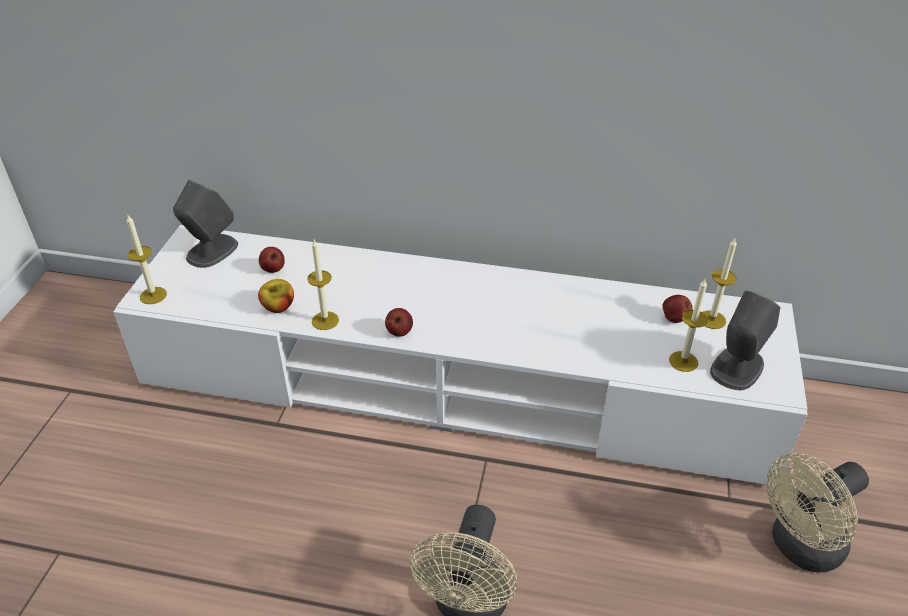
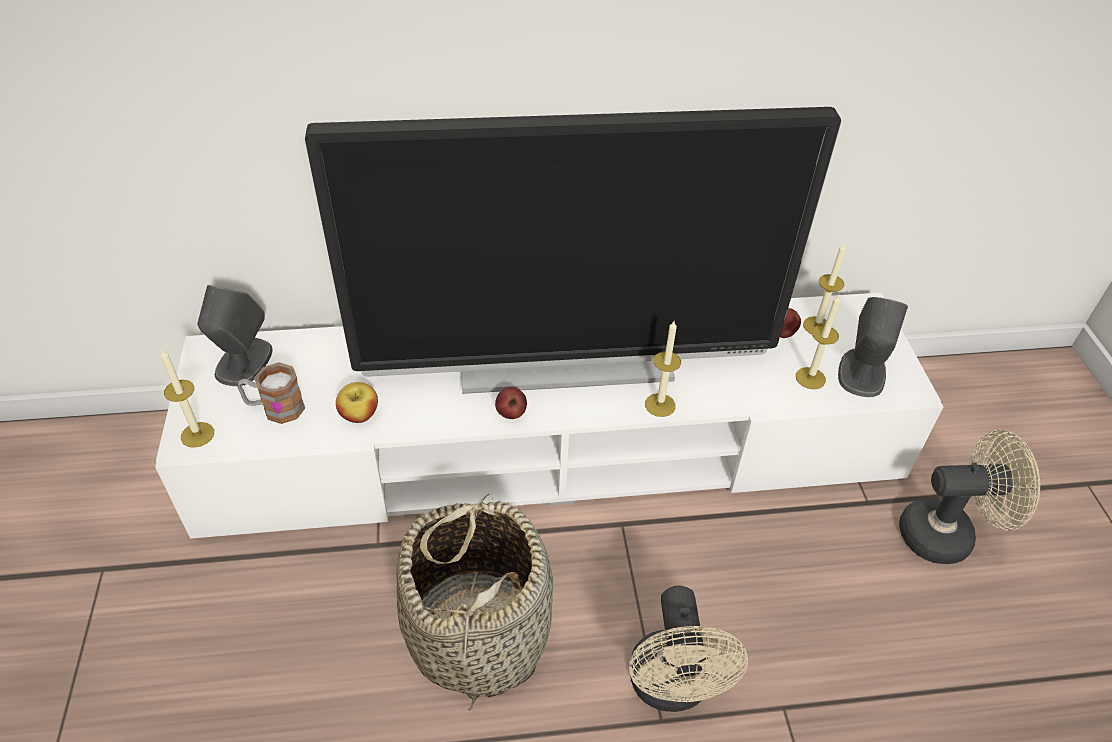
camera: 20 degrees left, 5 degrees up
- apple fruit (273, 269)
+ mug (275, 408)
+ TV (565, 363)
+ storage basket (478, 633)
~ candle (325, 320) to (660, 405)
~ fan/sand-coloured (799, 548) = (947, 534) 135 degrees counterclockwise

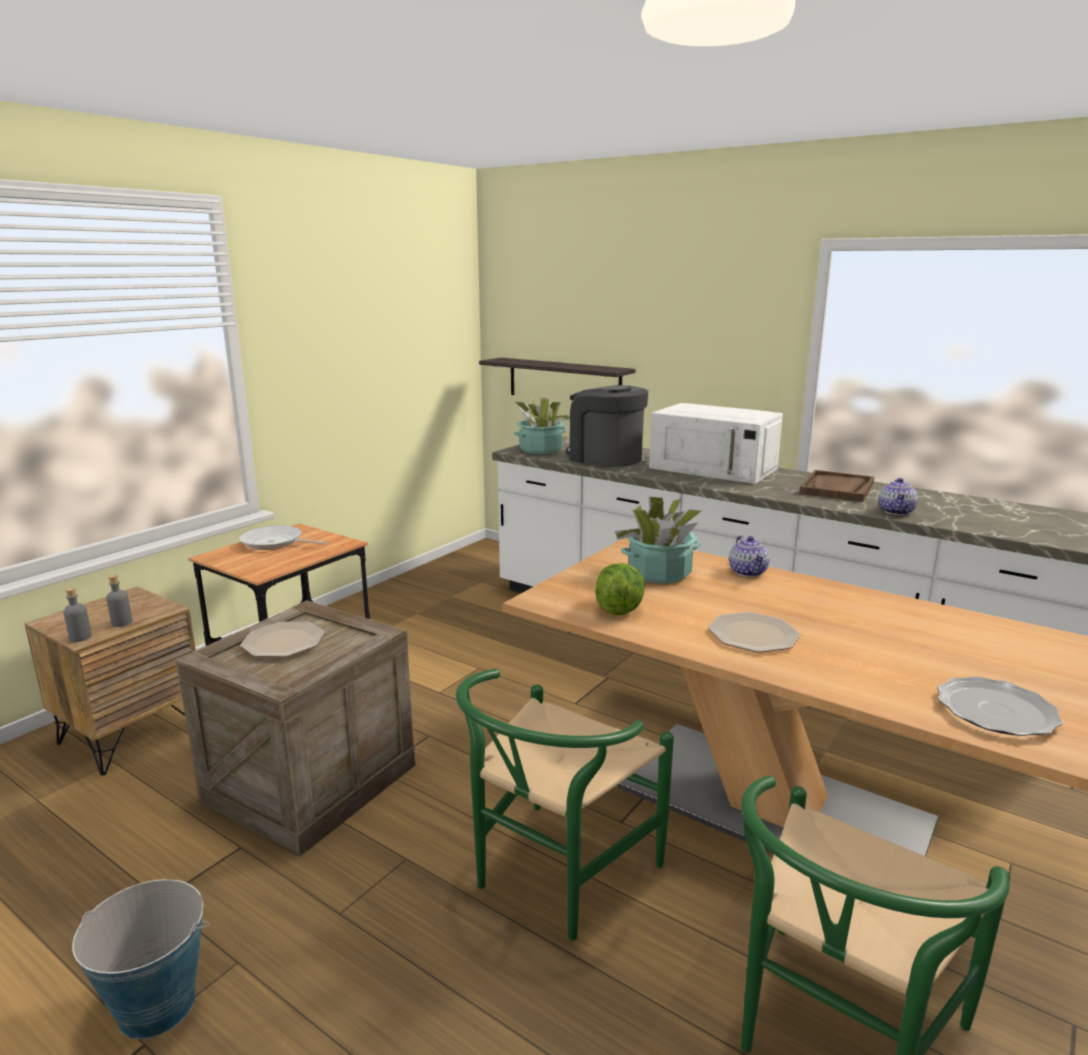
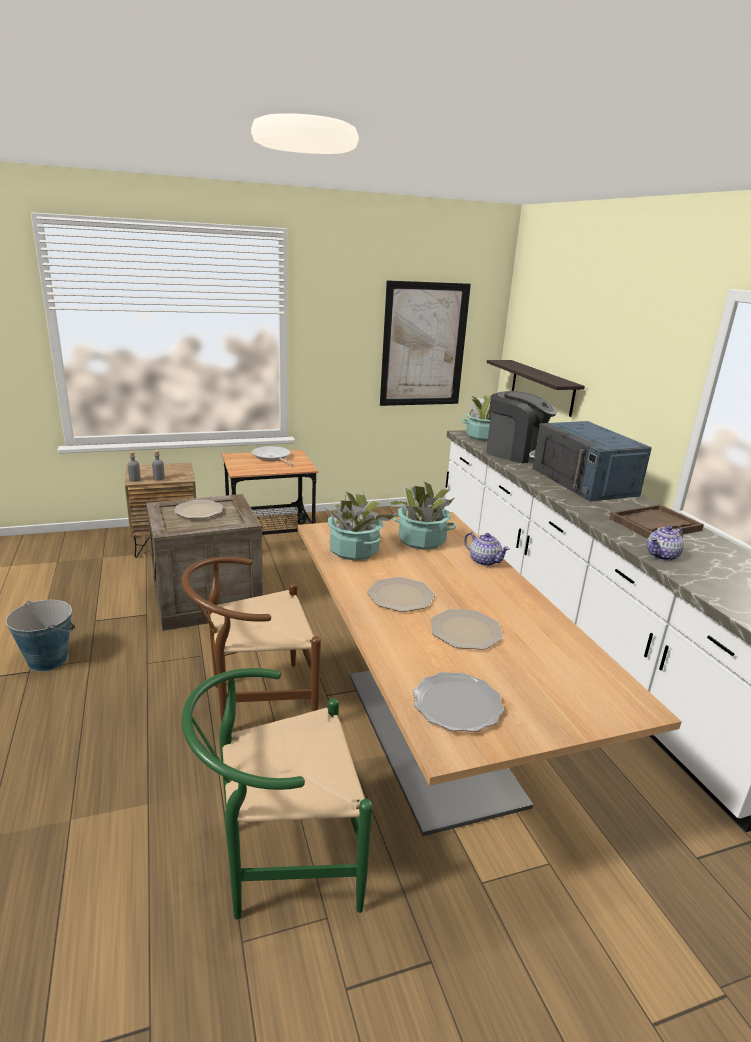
camera: 35 degrees right, 5 degrees up
+ wall picture (424, 345)
+ flat dish (466, 631)
~ head of lettuce (619, 608) to plant in a pot (353, 550)
~ plain chair/green (554, 878) to plain chair/brown (253, 702)
~ microwave/whitish (714, 468) to microwave/blue-coloured (584, 482)
~ coffee machine (605, 458) = (516, 453) 135 degrees clockwise
~ tea pot (748, 572) = (484, 561) 75 degrees counterclockwise

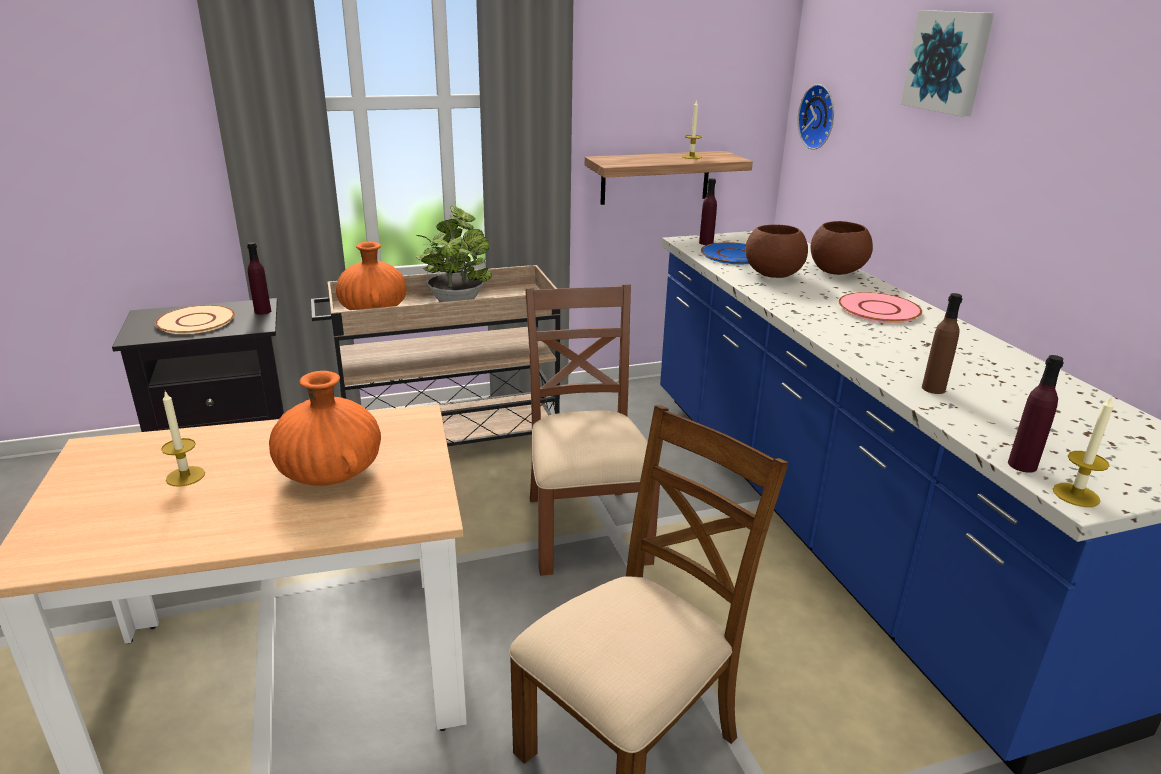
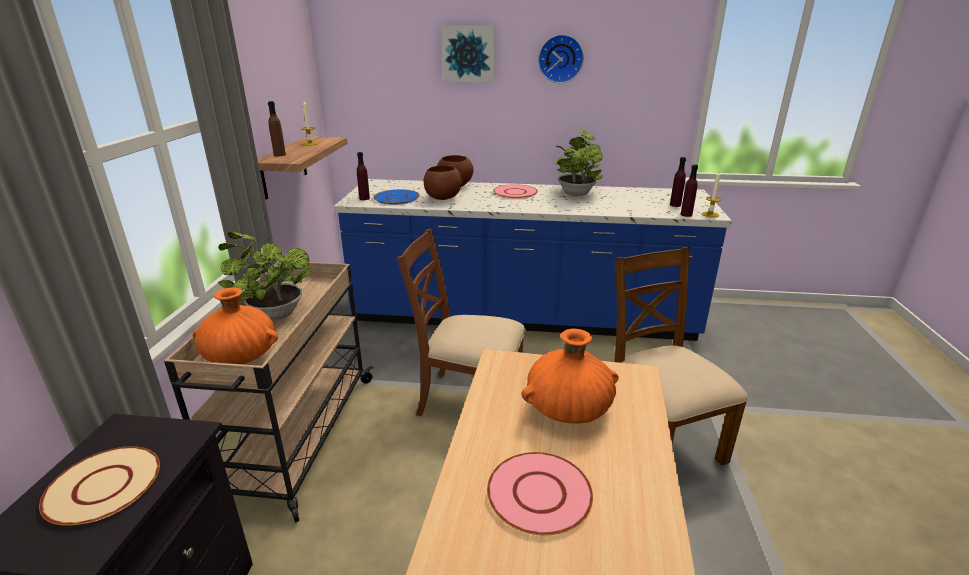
camera: 65 degrees left, 0 degrees up
+ plant in a pot (576, 193)
~ drink bottle/purple-coloured (263, 311) to (675, 205)
~ hanging clock (820, 117) to (560, 59)
~ drink bottle/brown (933, 388) to (279, 155)
~ candle (185, 476) to flat dish/pink (538, 494)

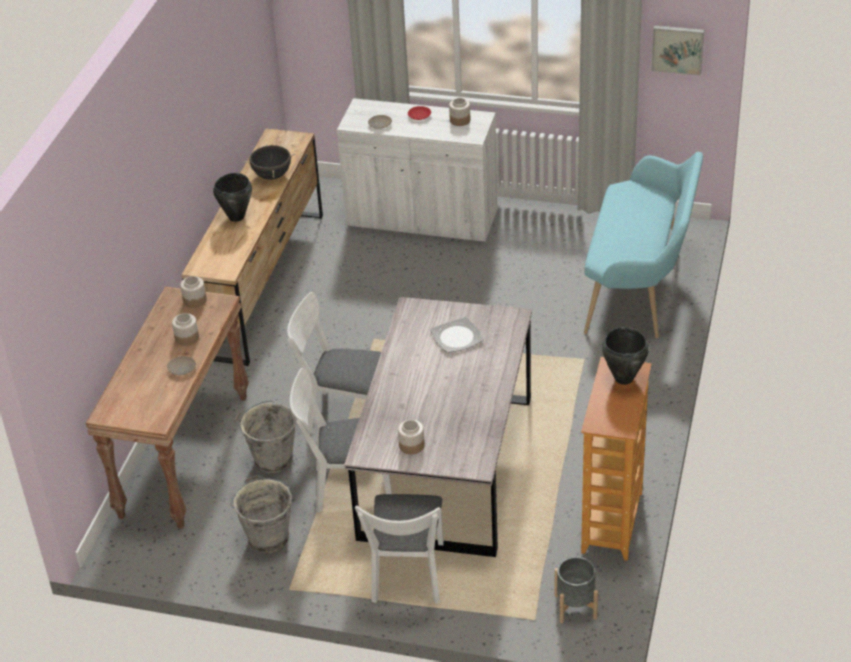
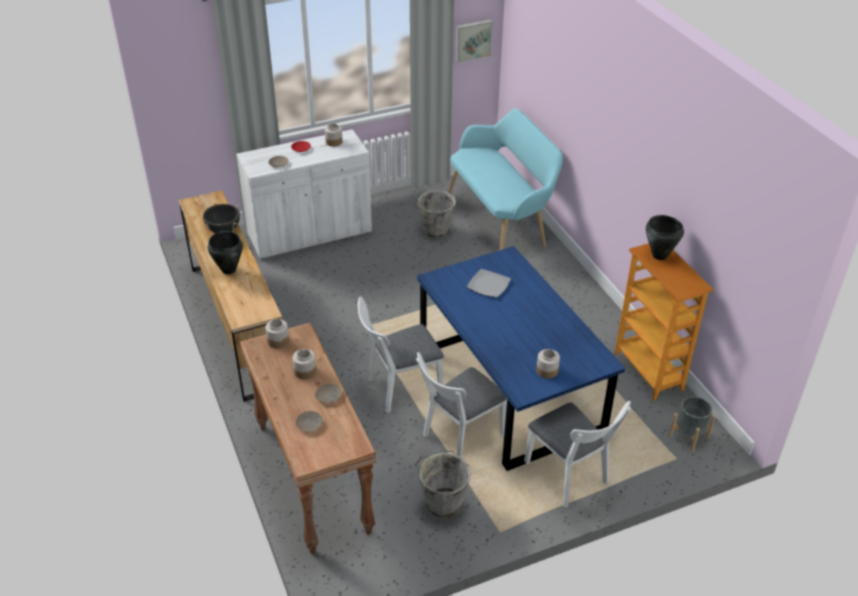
camera: 40 degrees left, 0 degrees up
+ flat dish/sand-coloured (309, 424)
~ pail/greyish (272, 459) to (435, 231)
~ dinner table/greyish (445, 466) to dinner table/blue-coloured (508, 389)

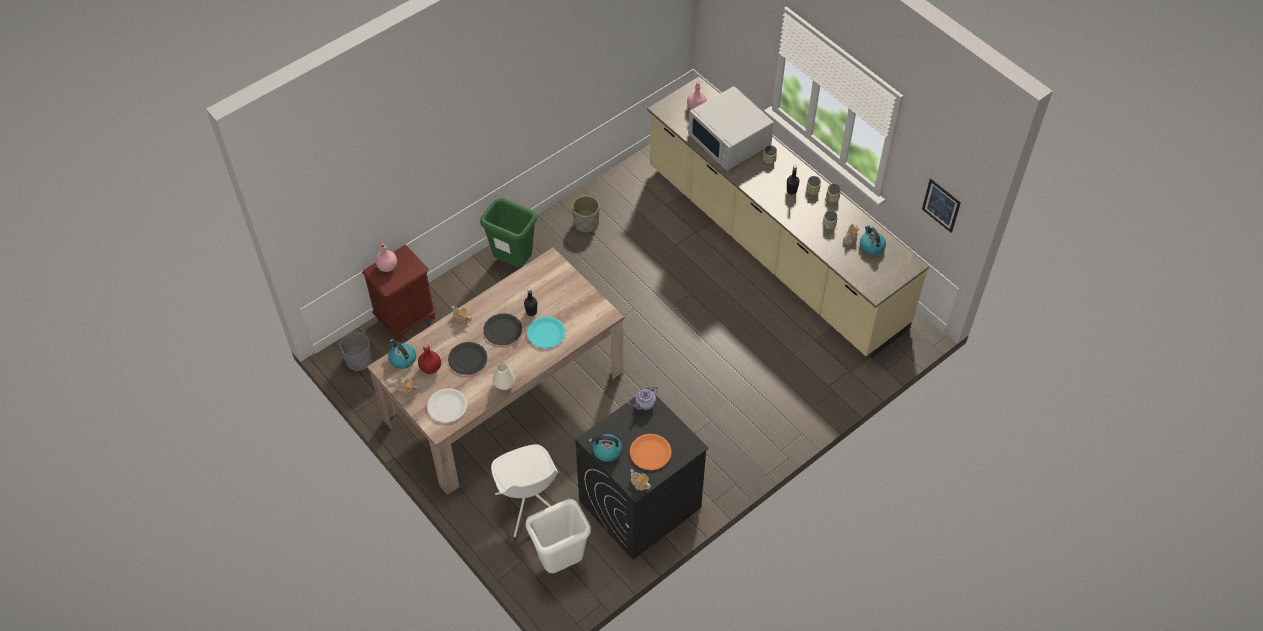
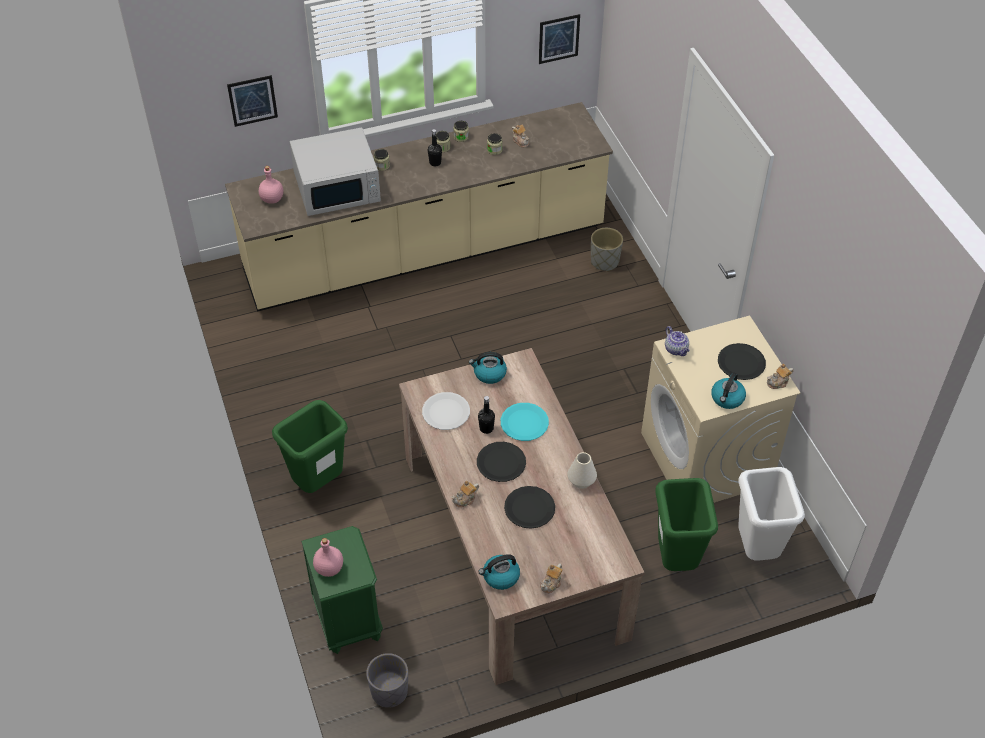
camera: 70 degrees left, 5 degrees down
- drink bottle/reddish (430, 368)
+ wall picture (252, 100)
~ flat dish/whitish (447, 406) to (446, 412)
~ flower pot/greyish (586, 224) to (605, 261)
~ kettle (871, 246) to (489, 374)
~ plain chair/whitish (529, 507) to rubbish bin/green (676, 561)
~ bedside table/brown (407, 318) to bedside table/green (348, 620)
~ laundry machine/blackish (639, 505) to laundry machine/sand-coloured (706, 459)
~ flat dish/orange-coloured (650, 452) to flat dish/blackish (741, 362)

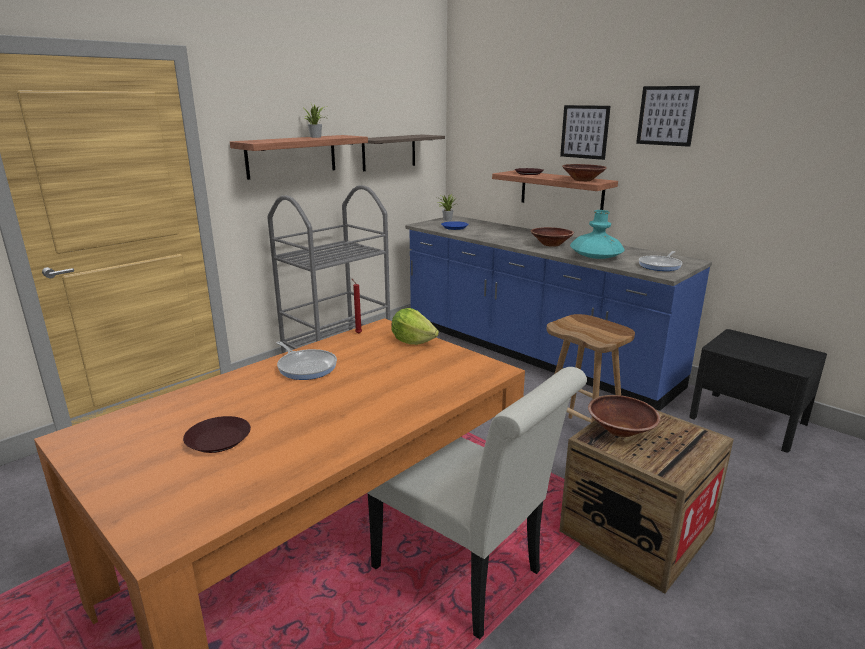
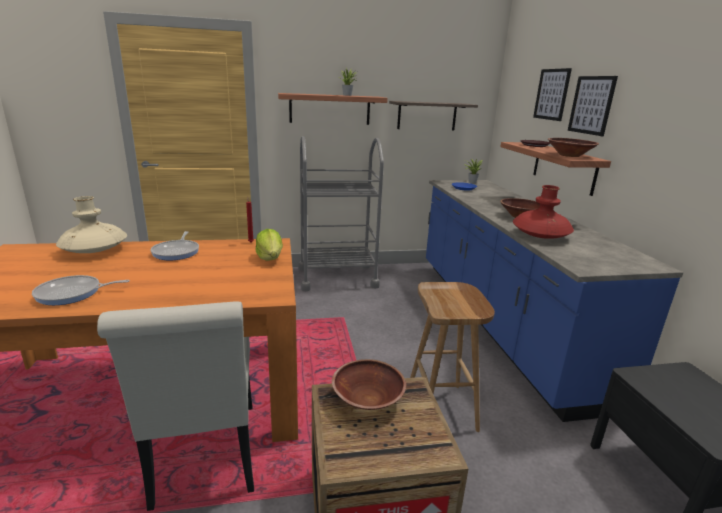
camera: 35 degrees right, 0 degrees up
- flat dish/brown (217, 440)
+ flower vase/sand-coloured (95, 250)
~ wall picture (667, 116) to (552, 94)
~ pan (660, 265) to (72, 293)
~ flower vase/turquoise-coloured (595, 257) to flower vase/reddish (540, 235)

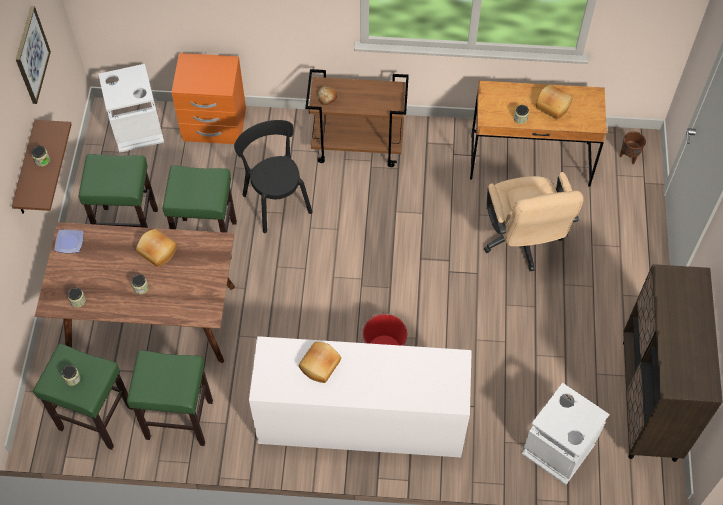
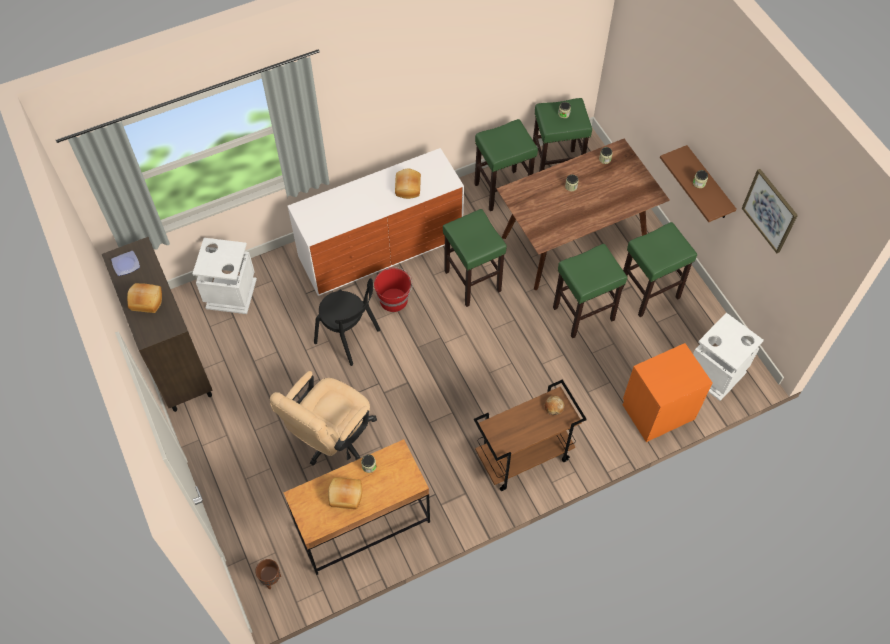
camera: 150 degrees right, 0 degrees up
+ sitting stool/green (472, 280)
~ flat dish (70, 243) to (125, 264)
~ bakery bread (157, 252) to (146, 300)
~ plain chair/blackish (276, 200) to (349, 338)
~ desk chair/sand-coloured (522, 242) = (331, 439) 105 degrees counterclockwise

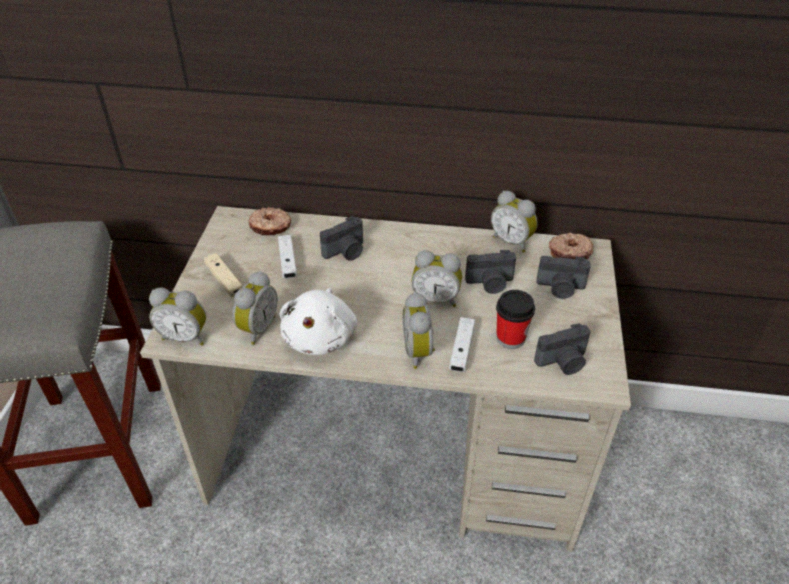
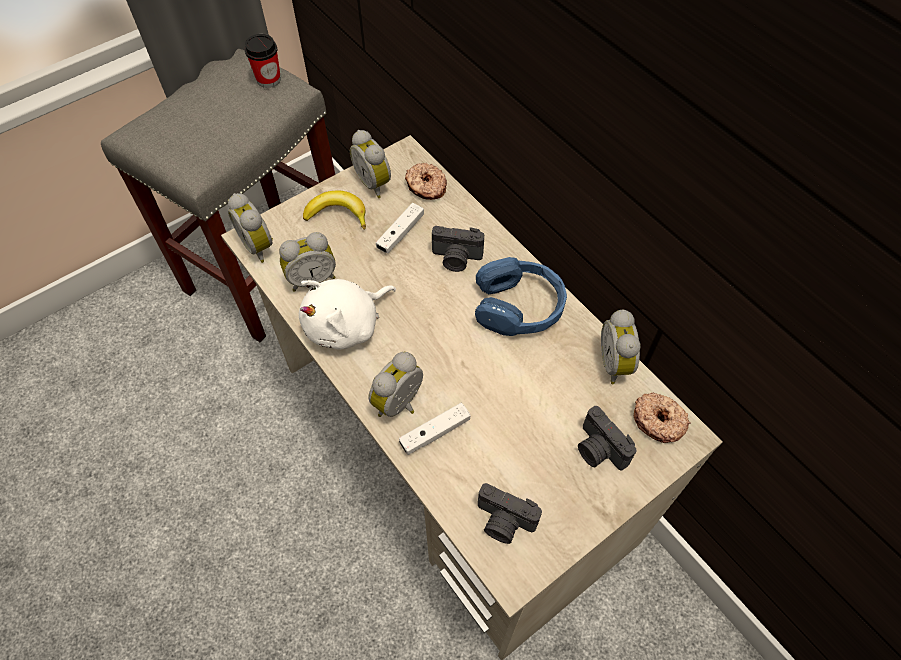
camera: 45 degrees right, 15 degrees up
- photo camera (490, 283)
+ pair of headphones/blue-coloured (519, 307)
~ bedside clock (436, 299) to (375, 183)
~ small cup (510, 338) to (268, 79)
~ game controller/sand-coloured (224, 280) to banana (338, 214)

